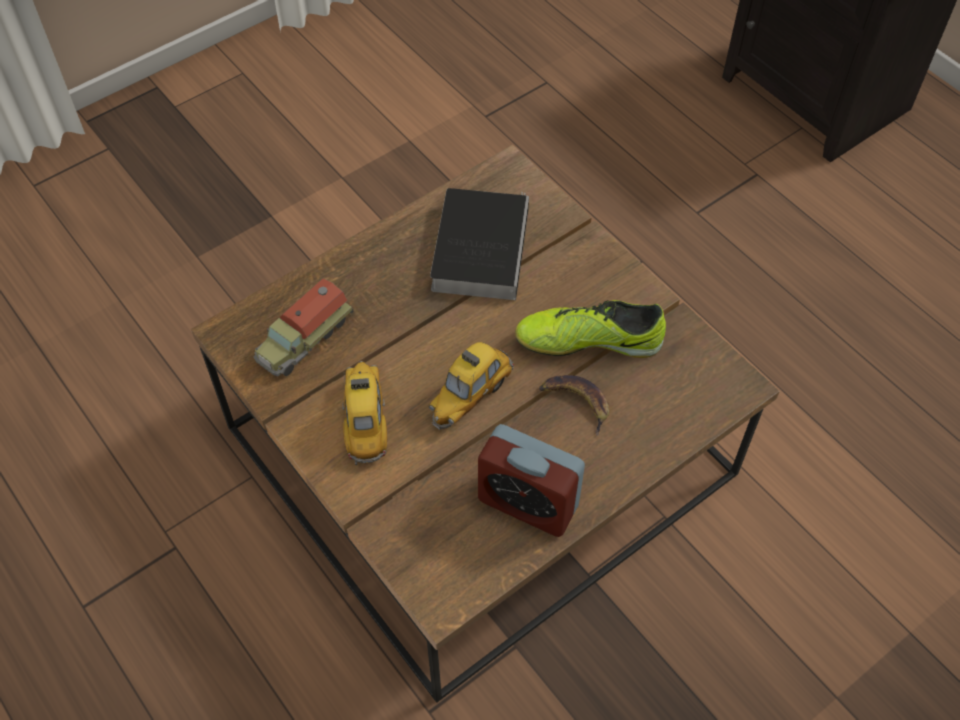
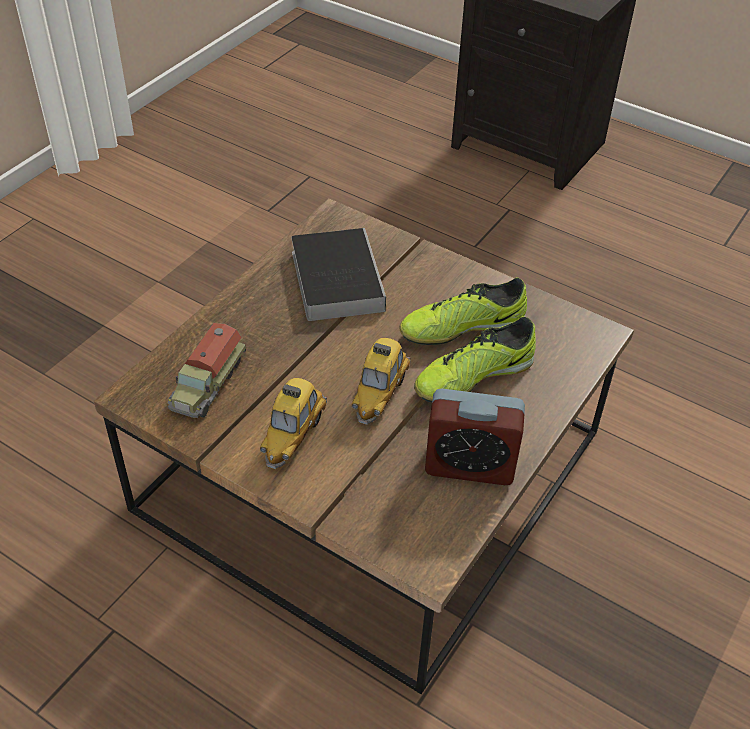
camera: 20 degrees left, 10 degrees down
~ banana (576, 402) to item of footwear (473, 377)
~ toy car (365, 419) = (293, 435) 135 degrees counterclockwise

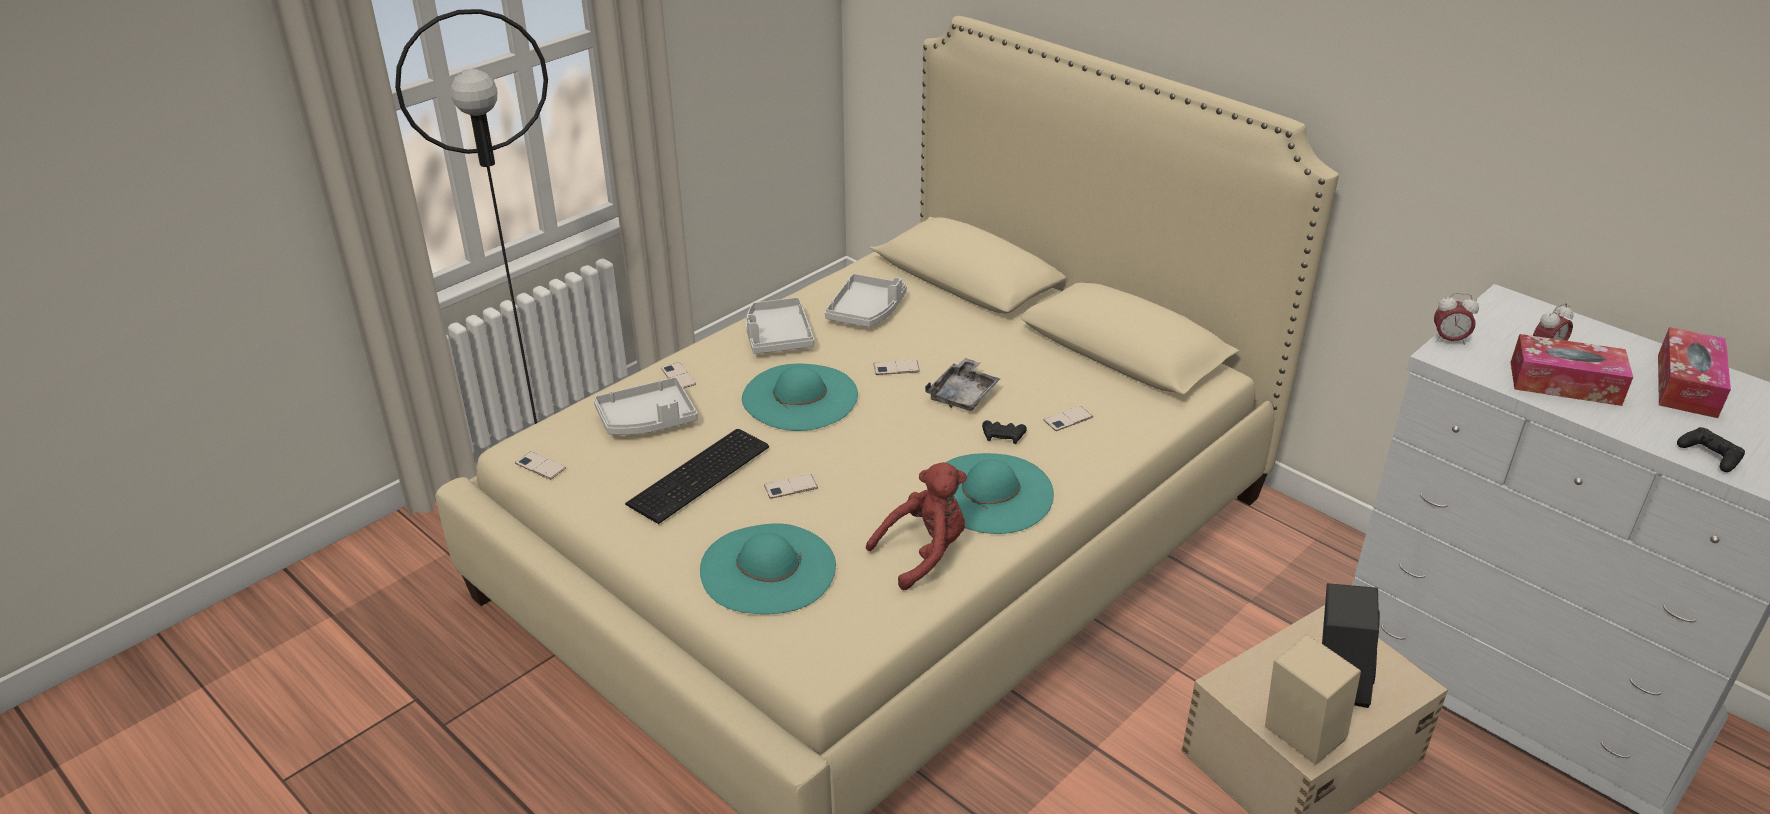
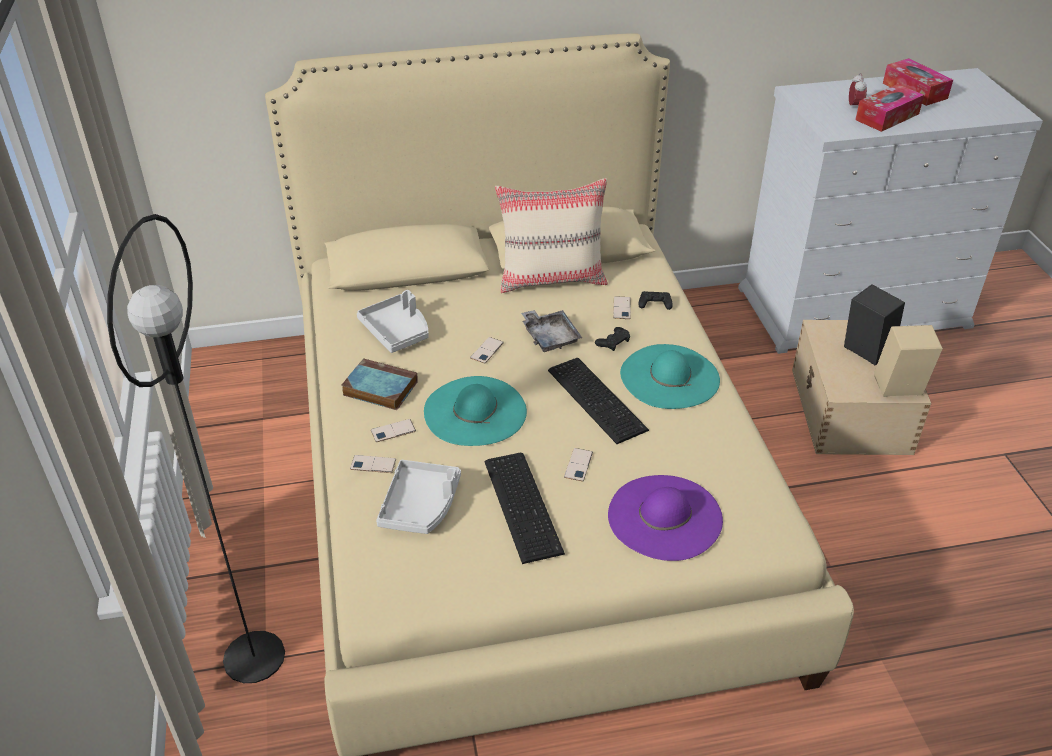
camera: 55 degrees left, 5 degrees up
- plush toy/reddish (924, 553)
- bedside clock (1449, 340)
+ pillow/sand-coloured (552, 279)
+ keyboard (597, 398)
~ telephone (540, 466) to (393, 431)
~ game controller/blackish (1710, 455) to (655, 304)
~ carrying tray/greyish (777, 336) to book (378, 388)
~ wearable hat/turquoise-coloured (768, 569) to wearable hat/purple-coloured (665, 517)

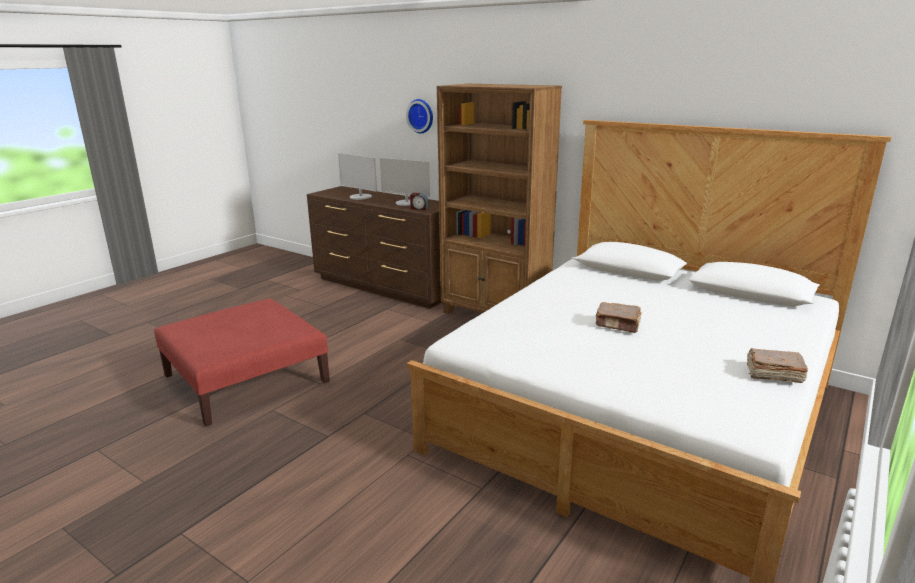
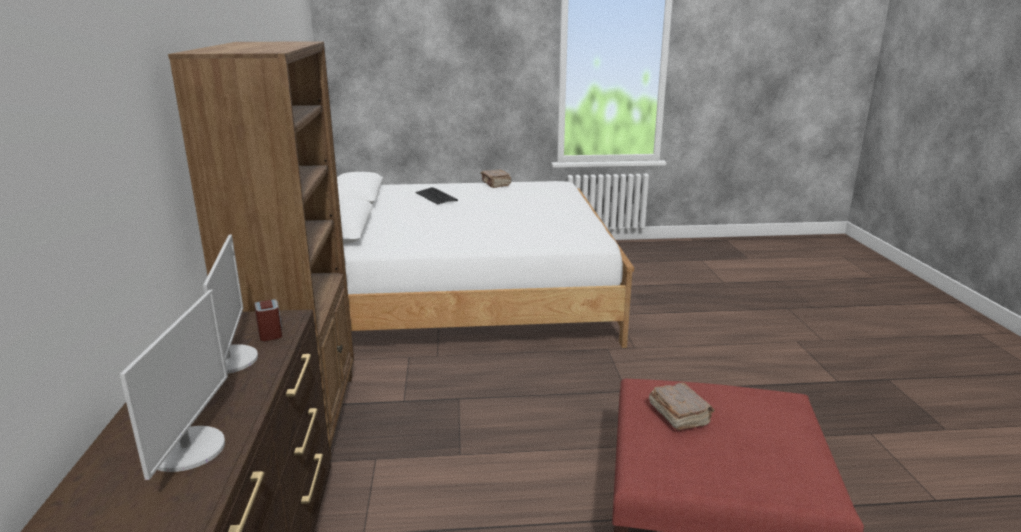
camera: 130 degrees left, 0 degrees up
- hanging clock (421, 116)
+ keyboard (436, 197)
~ book/brown (618, 325) to (679, 415)

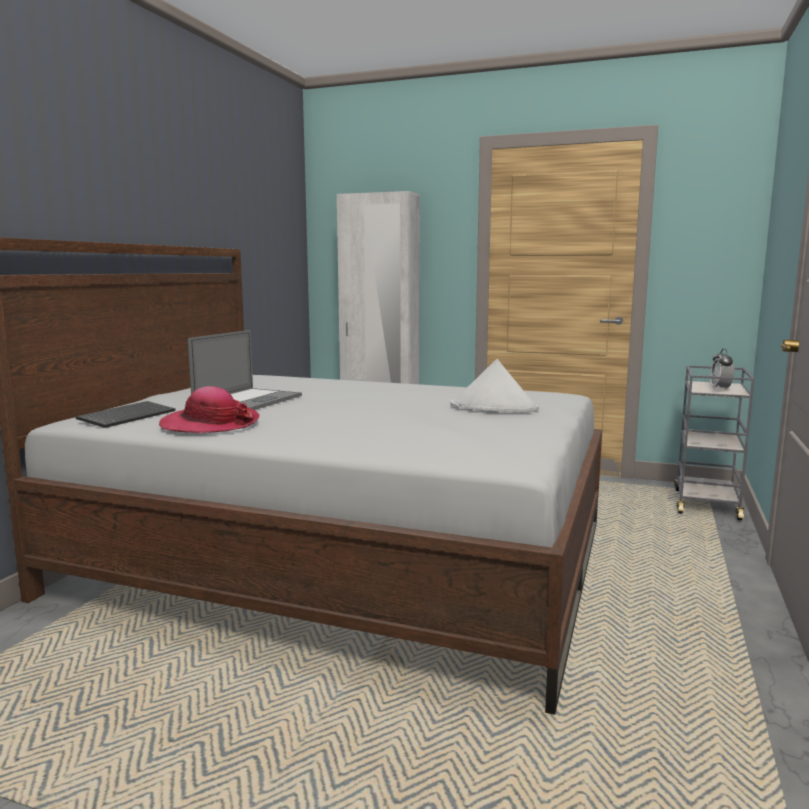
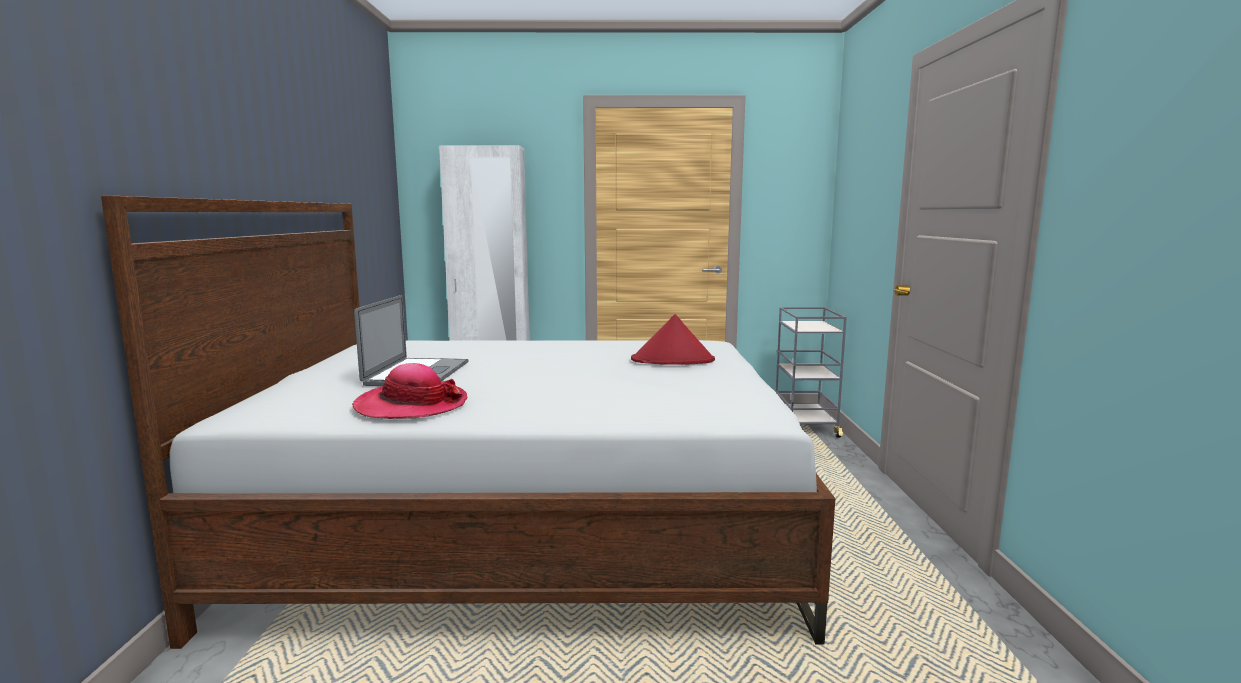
camera: 20 degrees left, 0 degrees up
- keyboard (127, 416)
- bedside clock (720, 388)
~ wearable hat/whitish (494, 408) to wearable hat/reddish (673, 360)

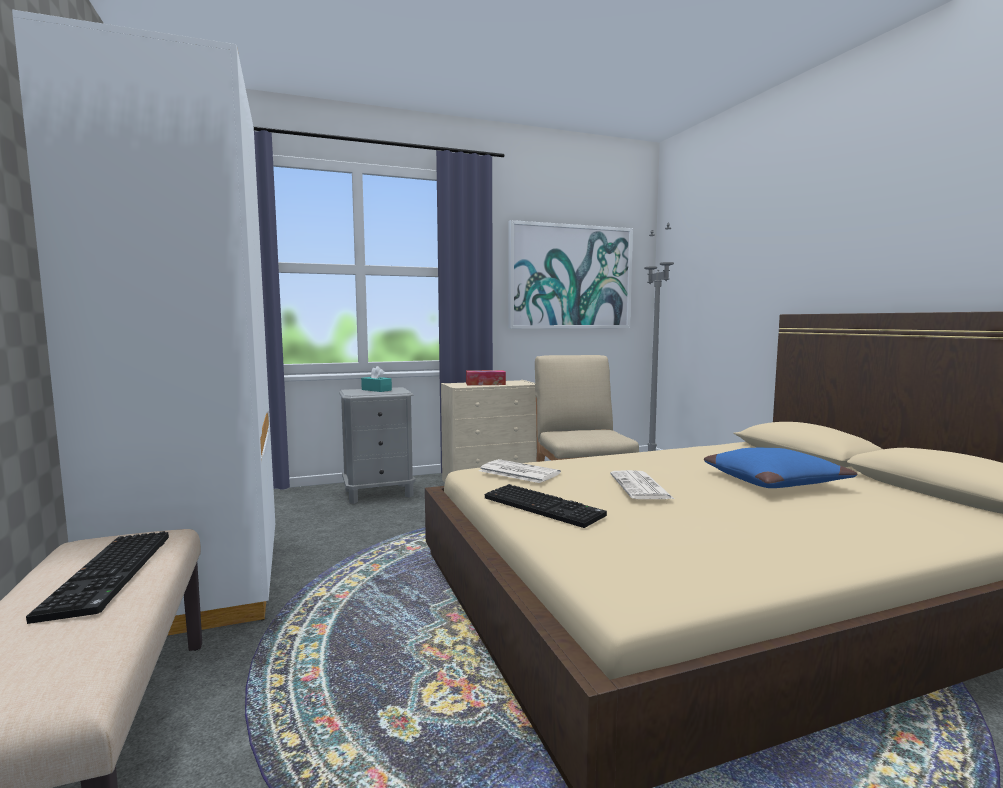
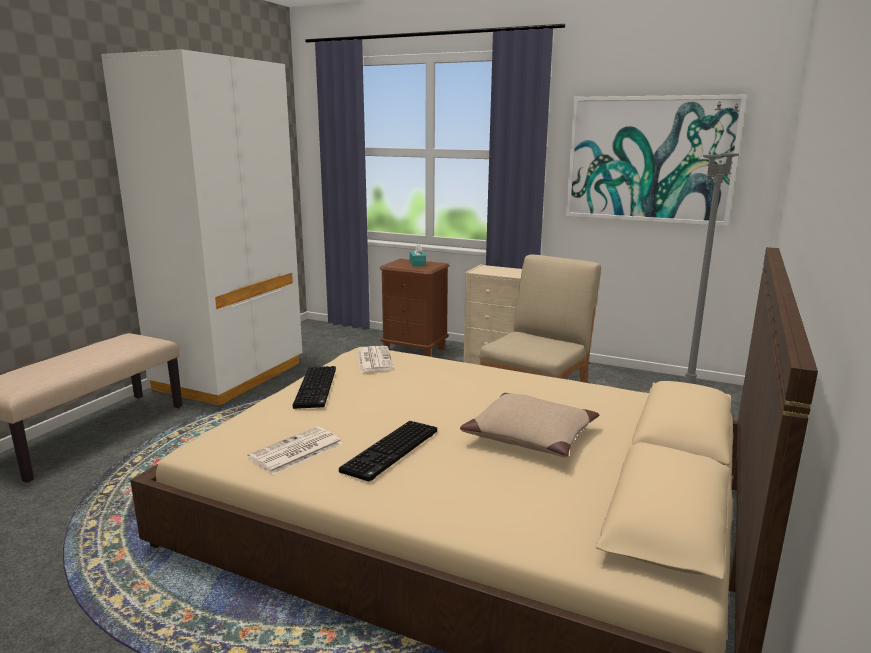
camera: 45 degrees right, 10 degrees up
- box of tissues (485, 384)
~ keyboard (112, 575) to (392, 452)
~ daily paper (641, 487) to (295, 451)
~ bedside table/greyish (379, 493) to bedside table/brown (414, 350)
~ pillow/blue-coloured (773, 481) to pillow/sand-coloured (530, 436)

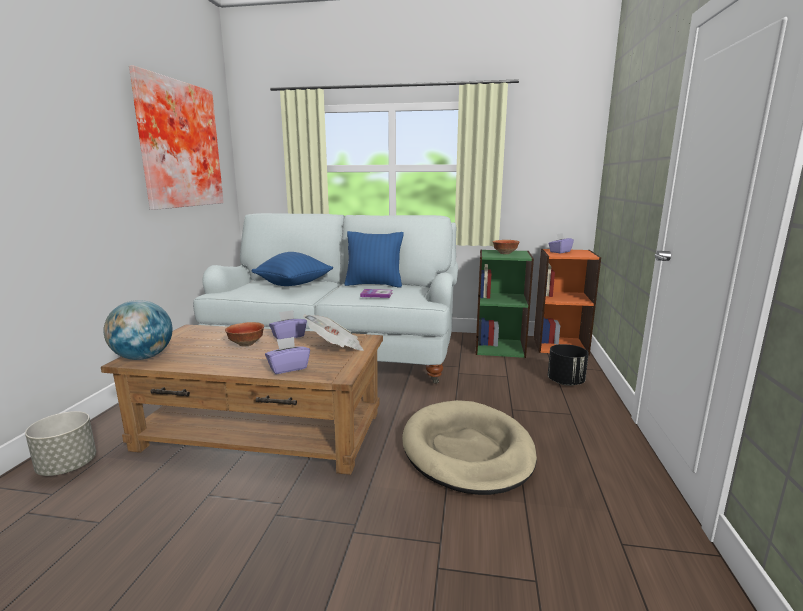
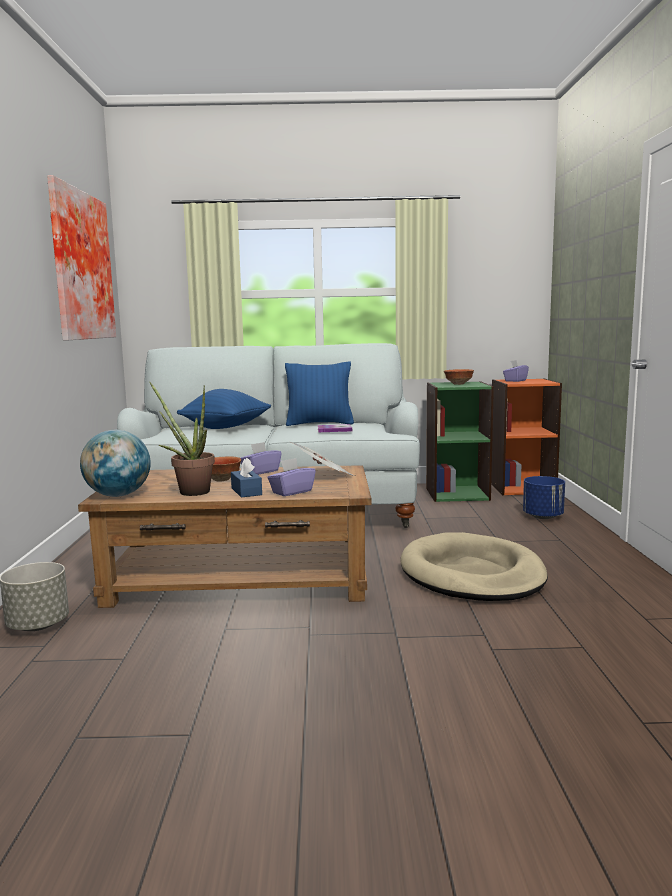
camera: 10 degrees left, 5 degrees down
+ plant in a pot (189, 491)
+ box of tissues/blue-coloured (246, 491)
~ flower pot/blackish (565, 382) to flower pot/blue-coloured (542, 516)

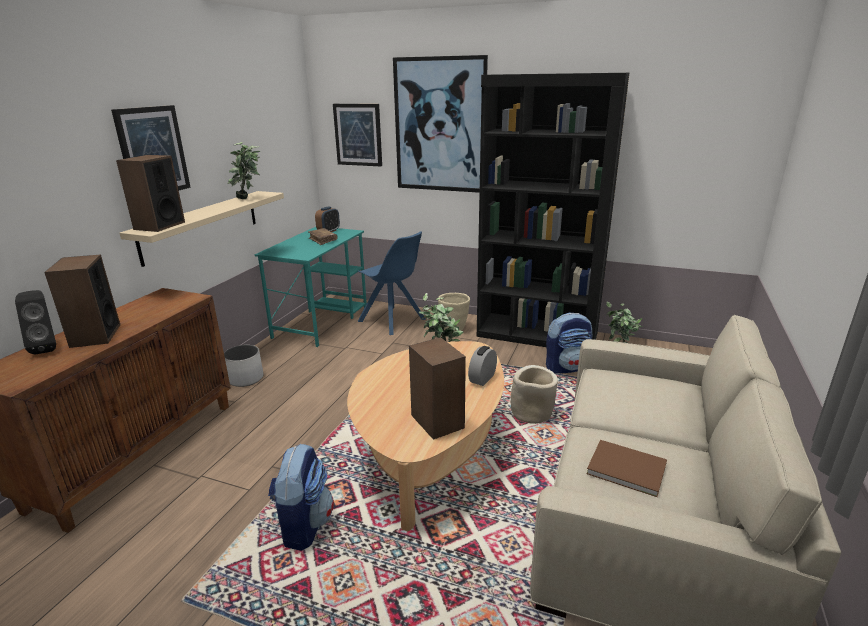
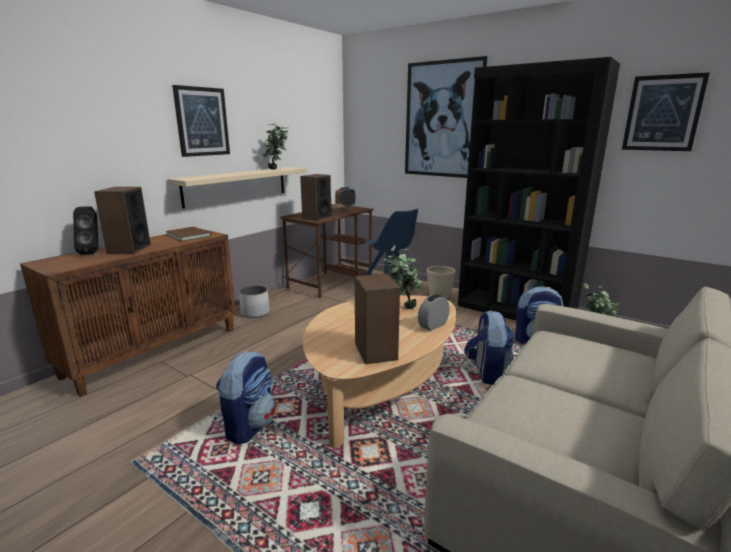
camera: 15 degrees right, 5 degrees down
~ speaker (159, 226) to (316, 217)
~ wall picture (358, 135) to (663, 113)
~ book/brown (624, 467) to (189, 235)
~ flower pot/sand-coloured (531, 414) to knapsack (487, 372)
~ desk unit/turquoise-coloured (322, 321) to desk unit/brown (331, 281)

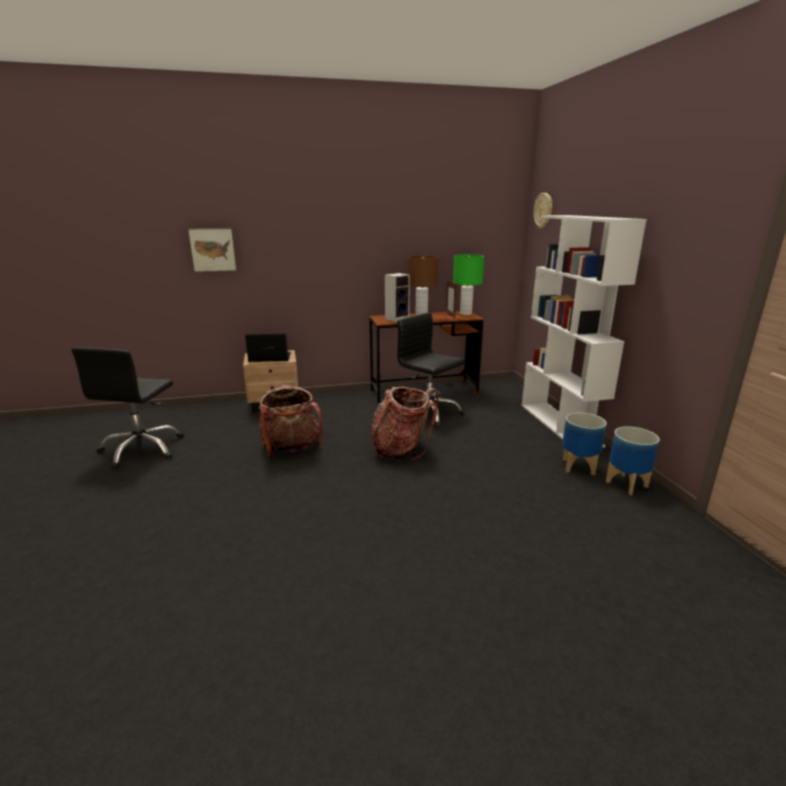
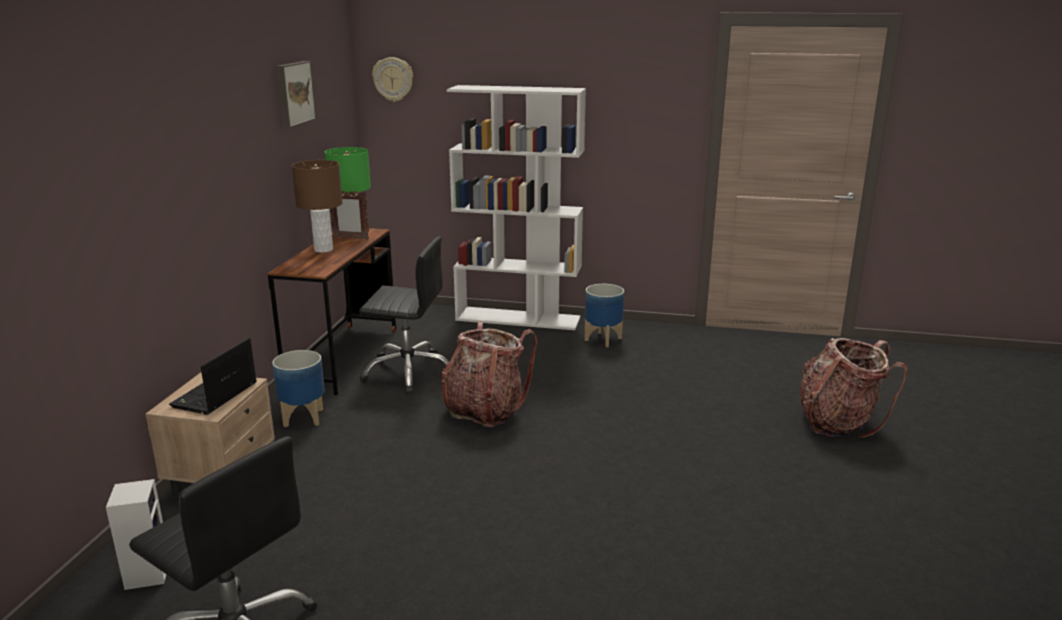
camera: 65 degrees left, 0 degrees up
~ wall picture (213, 249) to (293, 93)
~ knapsack (291, 449) to (838, 422)
~ speaker (397, 319) to (147, 572)
~ flower pot (627, 484) to (303, 417)
~ desk chair/blackish (428, 413) = (408, 371) 150 degrees counterclockwise

